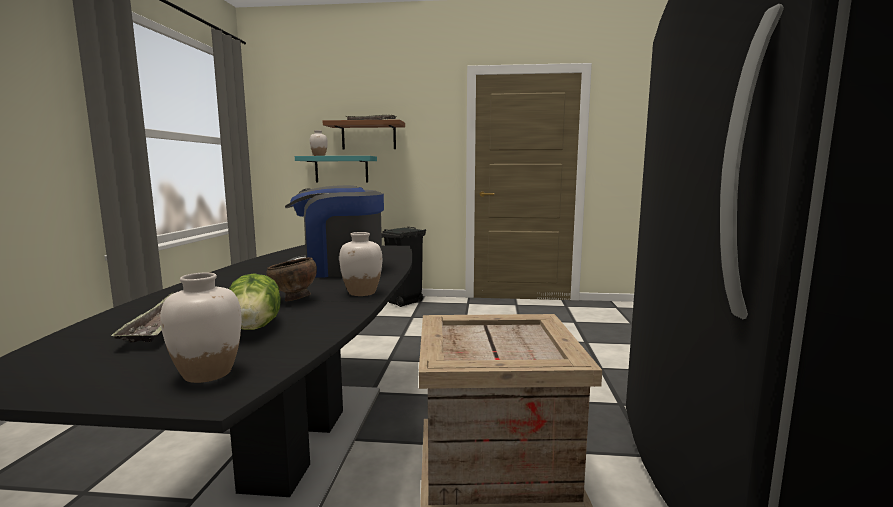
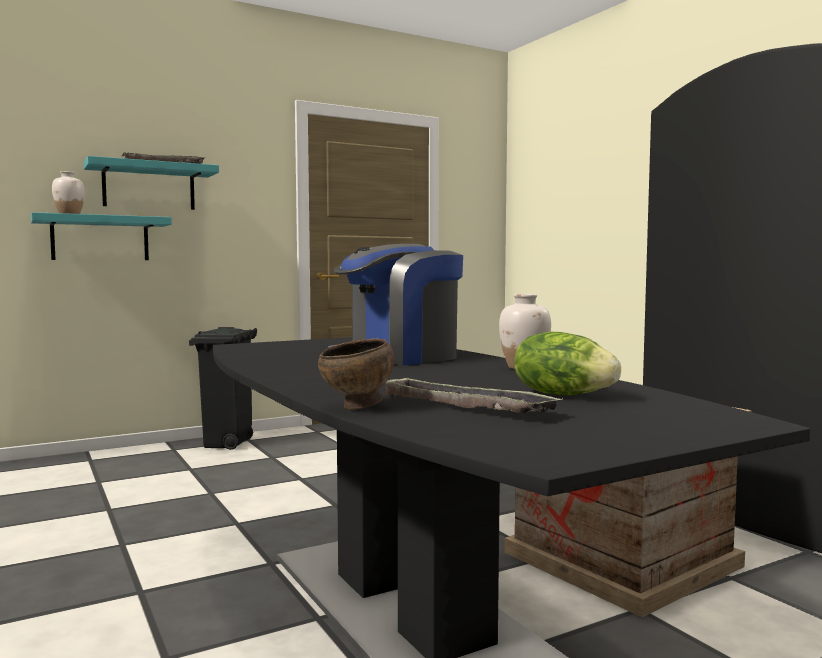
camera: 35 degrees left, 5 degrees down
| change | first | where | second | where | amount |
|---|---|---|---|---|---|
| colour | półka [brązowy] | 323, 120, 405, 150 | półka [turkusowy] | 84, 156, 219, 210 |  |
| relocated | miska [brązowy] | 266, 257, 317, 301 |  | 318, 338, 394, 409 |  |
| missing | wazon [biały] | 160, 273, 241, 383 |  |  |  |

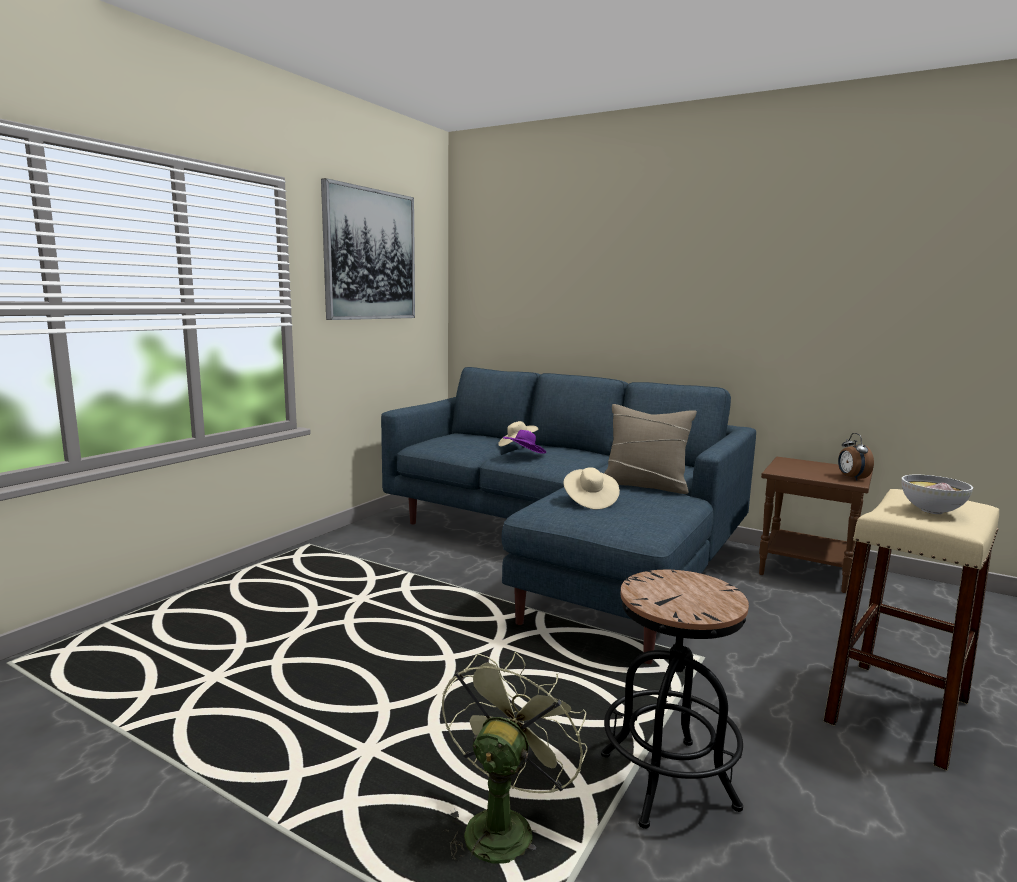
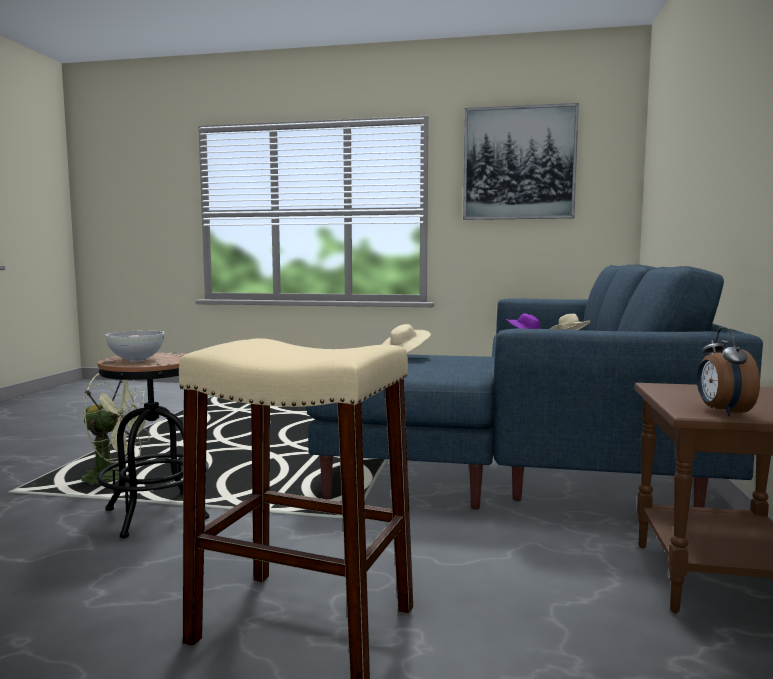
camera: 70 degrees right, 5 degrees down
| change | first | where | second | where | amount |
|---|---|---|---|---|---|
| relocated | miska | 901, 475, 973, 514 |  | 105, 330, 164, 362 |  |
| spun | budzik | 838, 433, 874, 481 |  | 697, 327, 760, 416 | 60 degrees counterclockwise |
| missing | poduszka [beżowy] | 604, 404, 697, 494 |  |  |  |

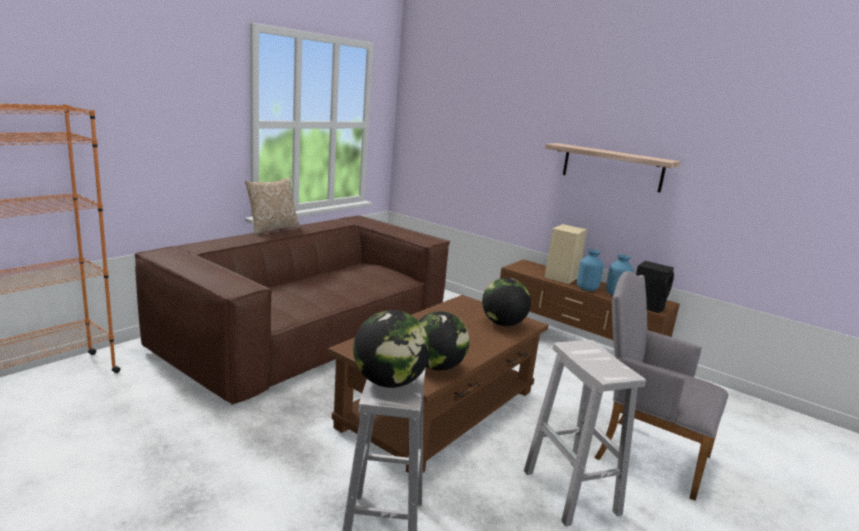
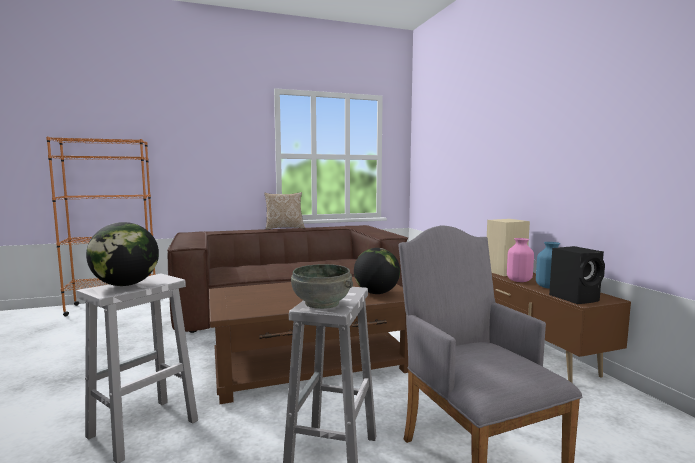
camera: 35 degrees right, 10 degrees down
| change | first | where | second | where | amount |
|---|---|---|---|---|---|
| appeared |  |  | miska [szary] | 291, 264, 353, 309 |  |
| colour | wazon [niebieski] | 577, 249, 603, 291 | wazon [różowy] | 507, 238, 534, 282 |  |
| missing | globus | 419, 311, 470, 371 |  |  |  |
| missing | półka | 545, 143, 681, 193 |  |  |  |

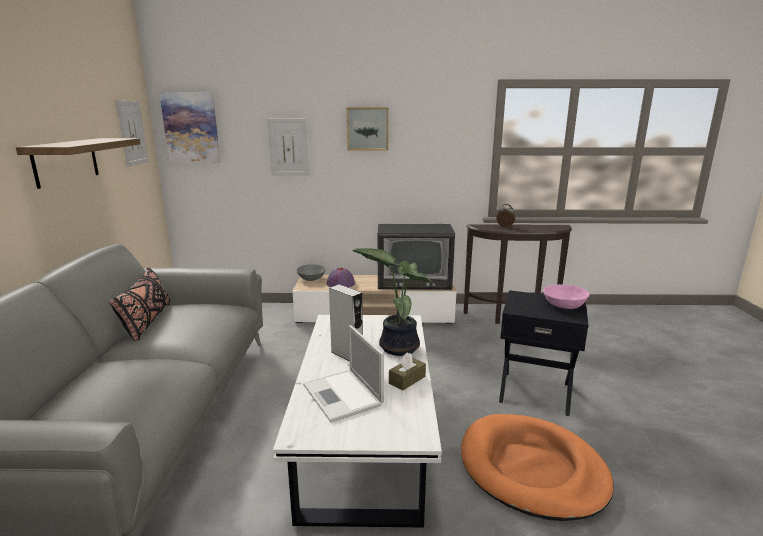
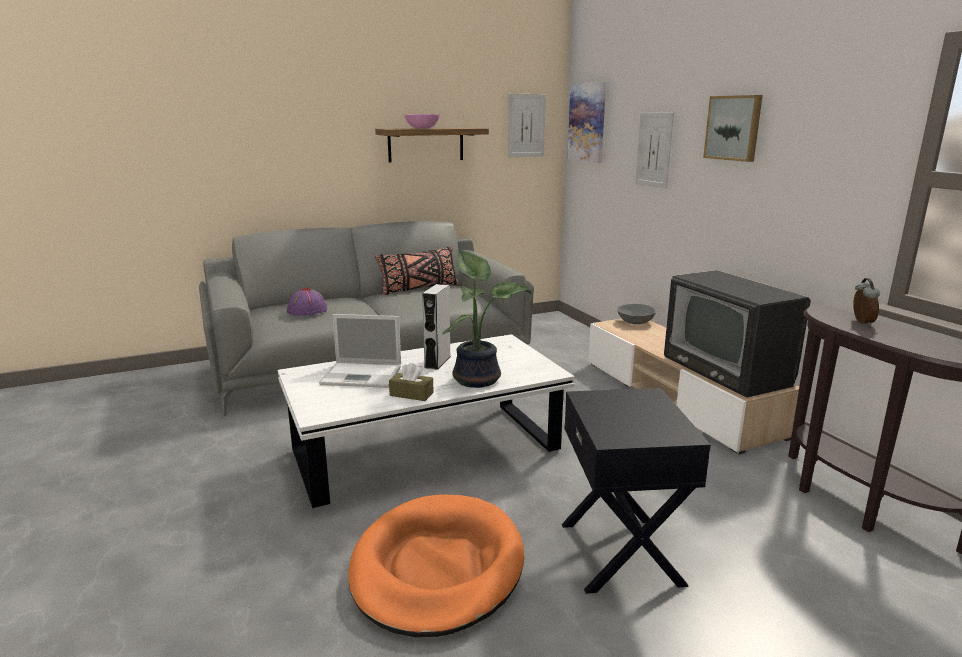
camera: 65 degrees right, 0 degrees up
| change | first | where | second | where | amount |
|---|---|---|---|---|---|
| relocated | kapelusz [fioletowy] | 327, 268, 355, 288 |  | 287, 288, 327, 316 |  |
| spun | laptop | 303, 325, 384, 423 |  | 319, 314, 401, 388 | 120 degrees counterclockwise |
| relocated | miska [różowy] | 543, 284, 589, 309 |  | 404, 114, 440, 129 |  |

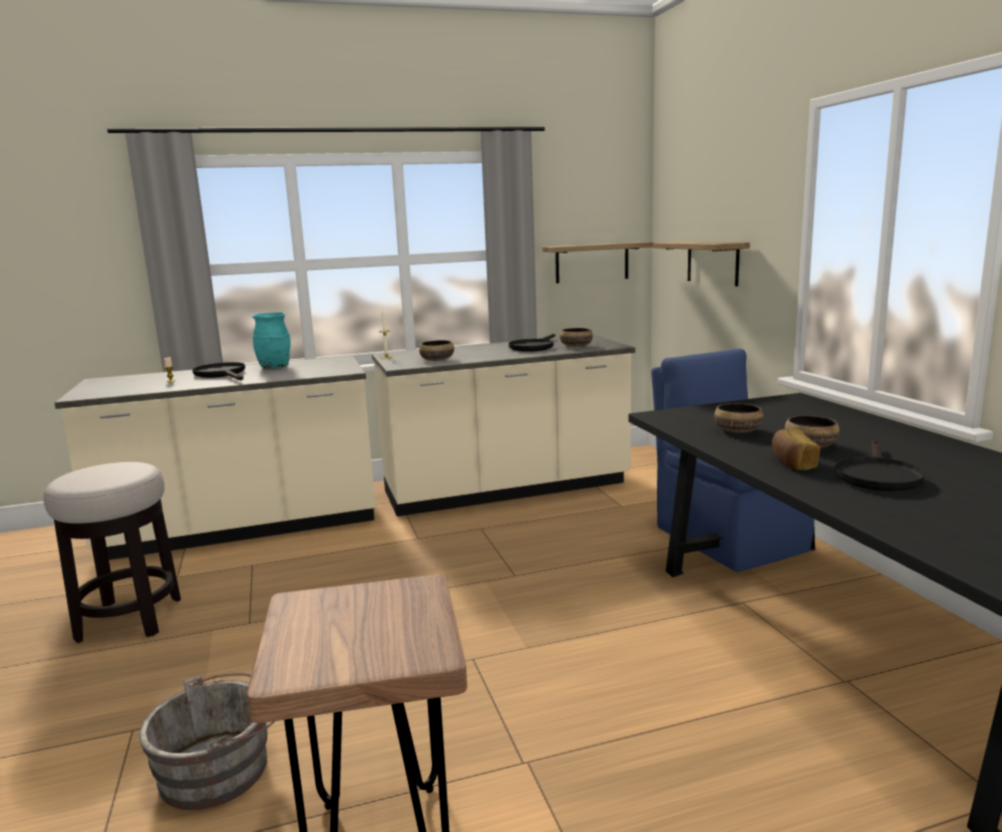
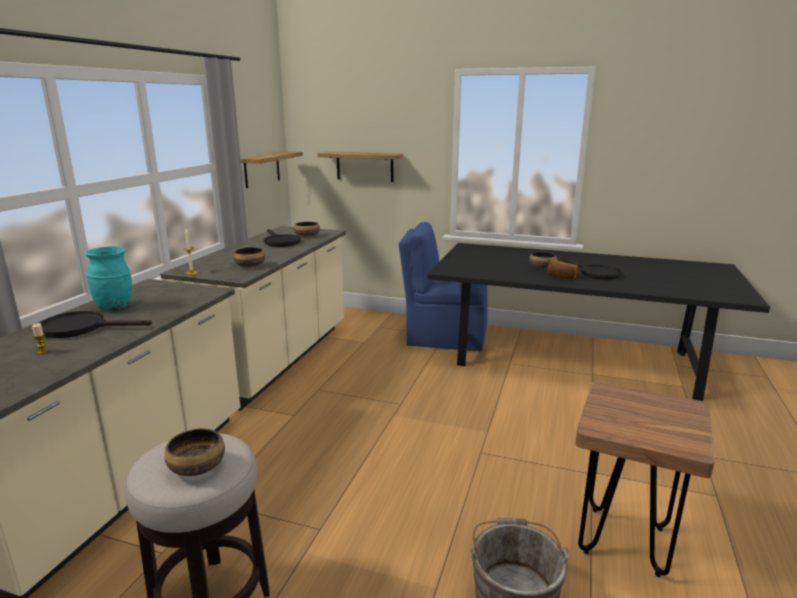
camera: 55 degrees left, 5 degrees up
| change | first | where | second | where | amount |
|---|---|---|---|---|---|
| relocated | miska | 714, 403, 764, 433 |  | 164, 428, 225, 476 |  |

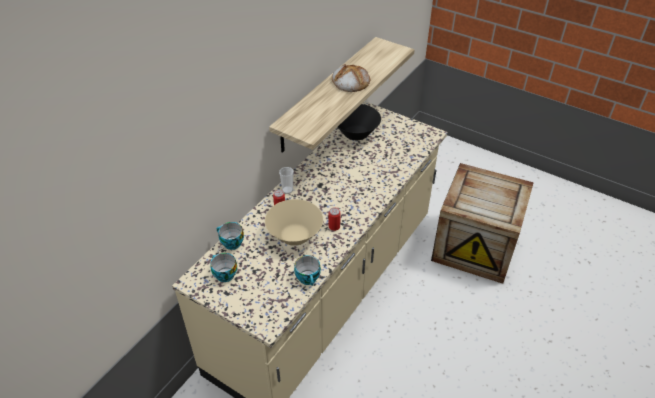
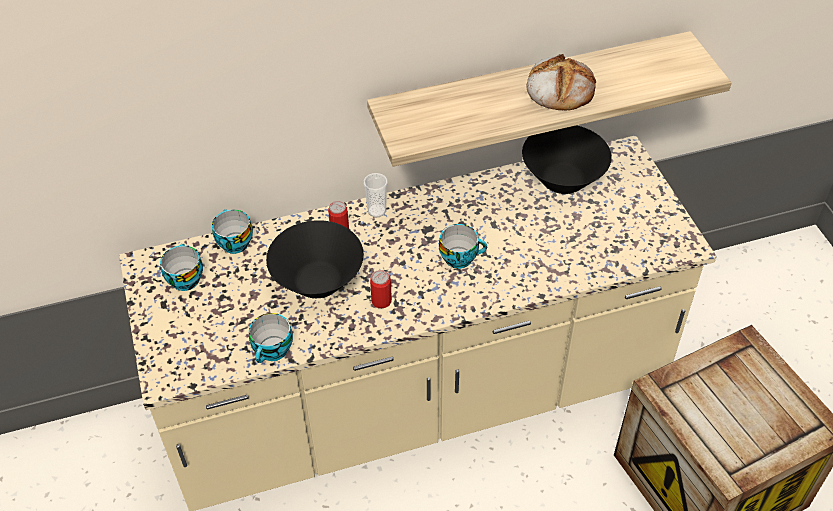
camera: 40 degrees right, 5 degrees up
| change | first | where | second | where | amount |
|---|---|---|---|---|---|
| colour | miska [beżowy] | 265, 199, 323, 246 | miska [czarny] | 266, 220, 363, 298 |  |
| appeared |  |  | filiżanka | 439, 224, 487, 269 |  |

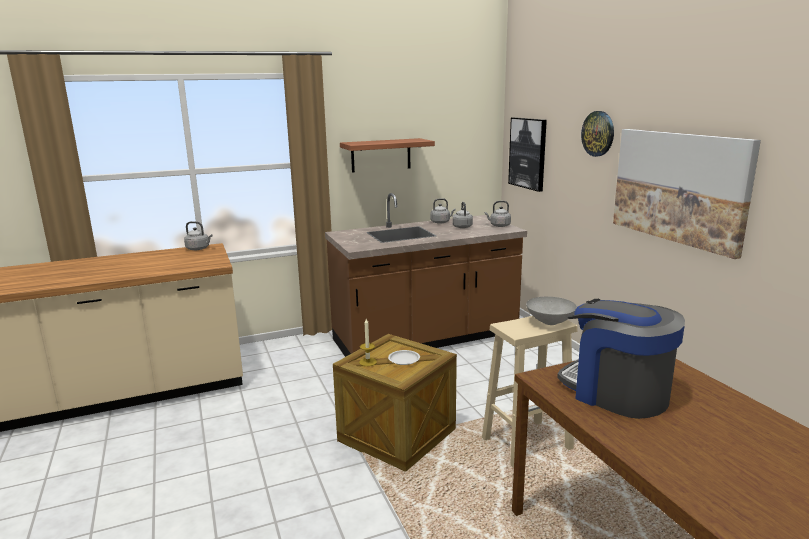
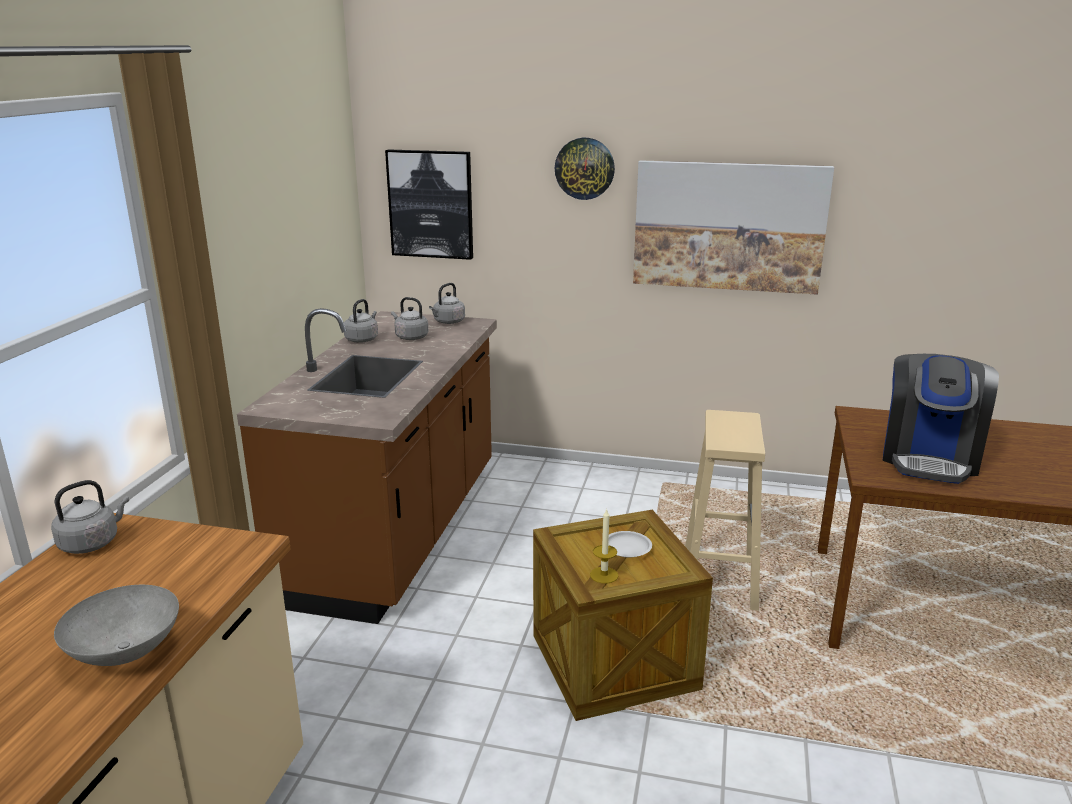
camera: 55 degrees left, 5 degrees up
| change | first | where | second | where | amount |
|---|---|---|---|---|---|
| relocated | miska [szary] | 526, 296, 577, 325 |  | 54, 585, 179, 666 |  |
| spun | ekspres do kawy | 557, 299, 685, 419 |  | 883, 354, 999, 484 | 60 degrees counterclockwise |
| missing | półka | 340, 138, 435, 173 |  |  |  |

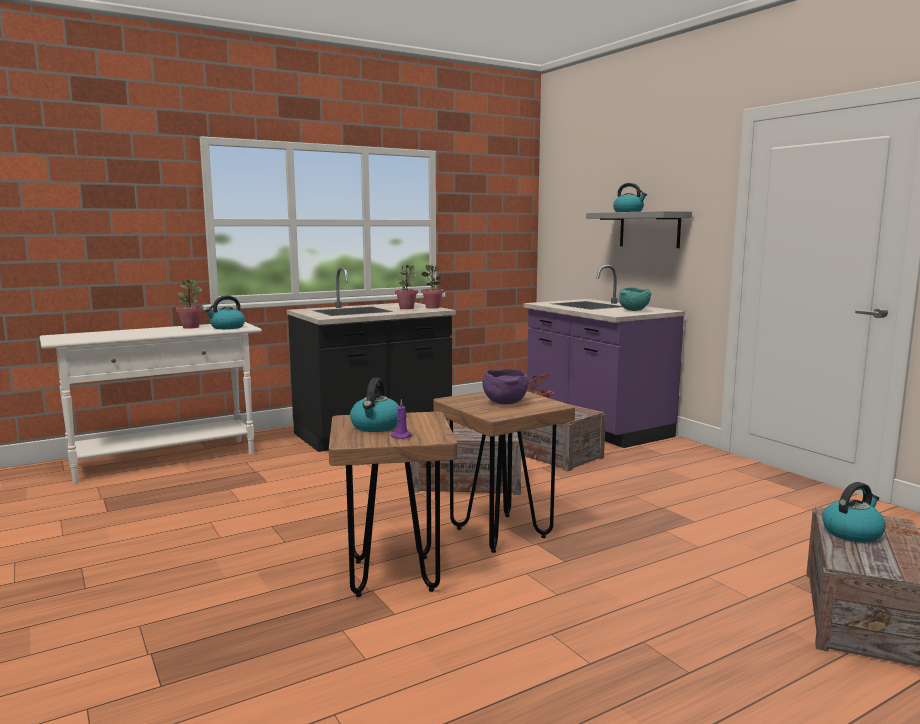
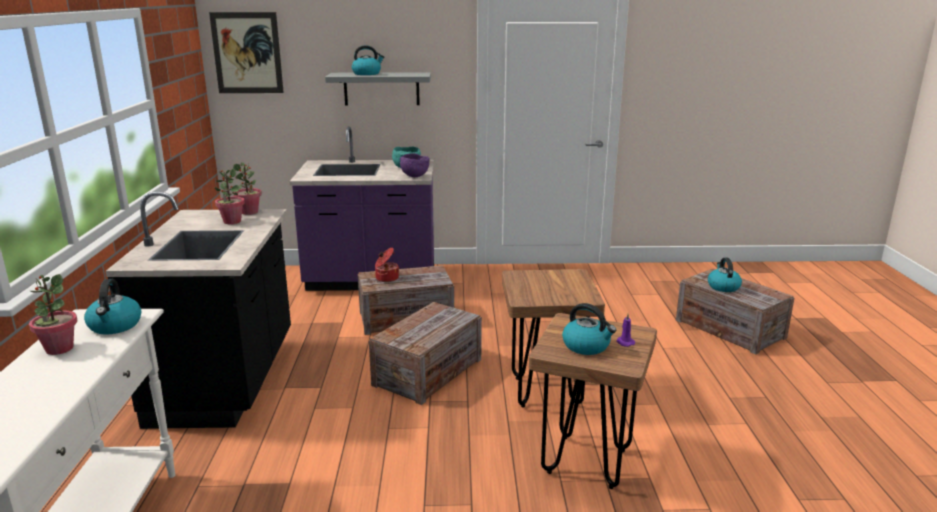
camera: 60 degrees left, 10 degrees up
| change | first | where | second | where | amount |
|---|---|---|---|---|---|
| appeared |  |  | obraz | 209, 12, 284, 93 |  |
| relocated | miska [fioletowy] | 483, 368, 528, 404 |  | 400, 153, 430, 177 |  |

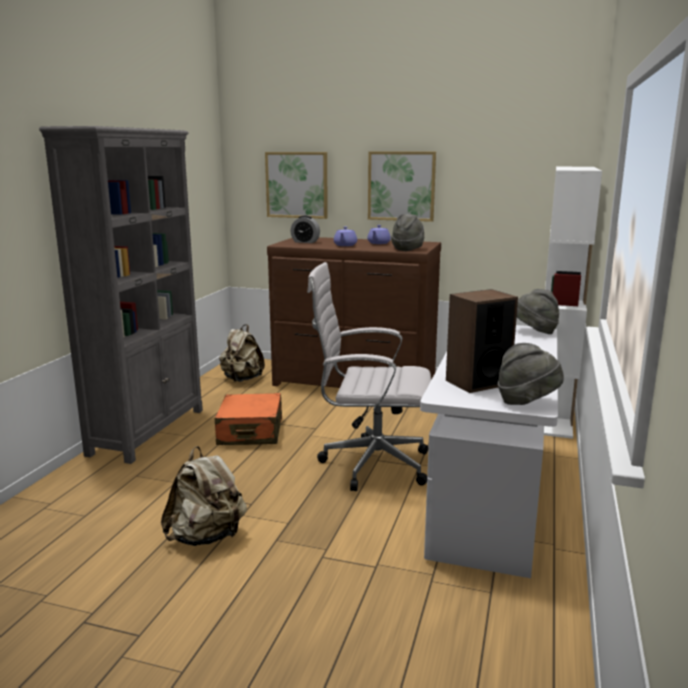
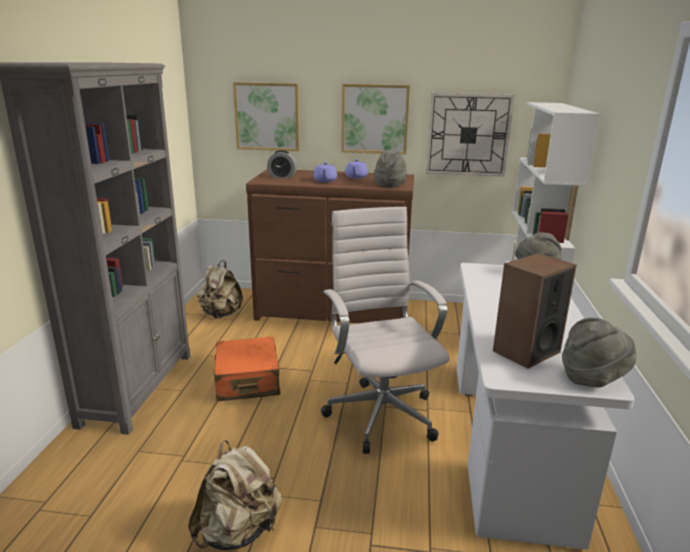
camera: 10 degrees left, 5 degrees up
| change | first | where | second | where | amount |
|---|---|---|---|---|---|
| spun | krzesło biurowe [biały] | 307, 262, 431, 491 |  | 321, 206, 450, 454 | 75 degrees clockwise |
| appeared |  |  | zegar ścienny | 426, 93, 514, 177 |  |

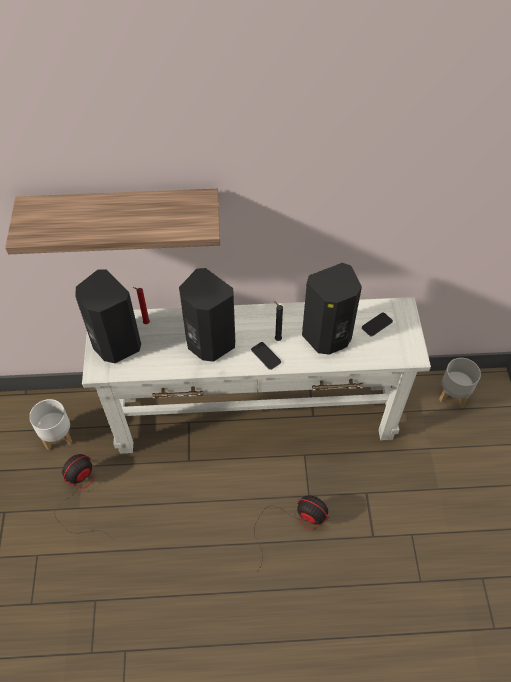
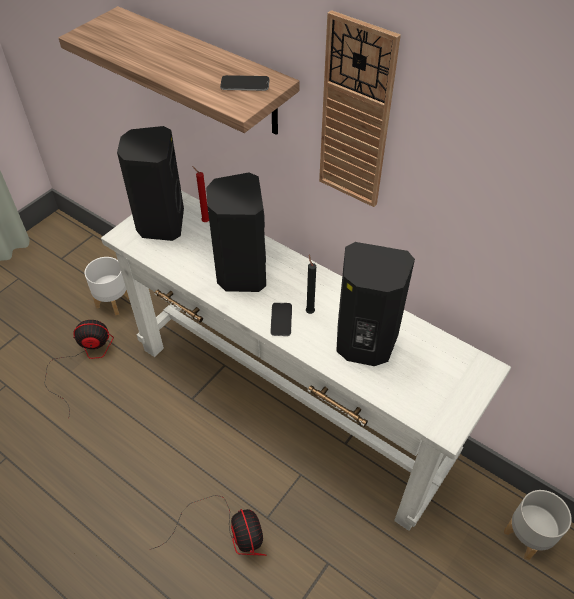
camera: 40 degrees right, 5 degrees down
| change | first | where | second | where | amount |
|---|---|---|---|---|---|
| relocated | telefon | 362, 312, 393, 337 |  | 220, 75, 270, 91 |  |
| appeared |  |  | zegar ścienny | 319, 10, 401, 207 |  |

